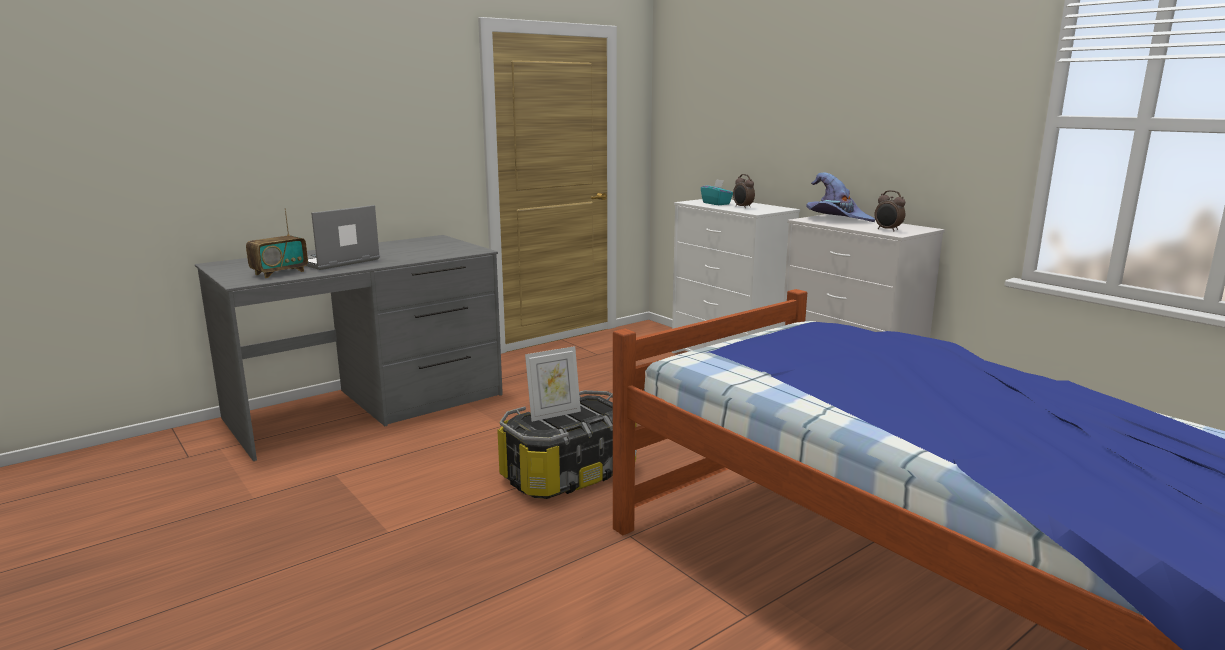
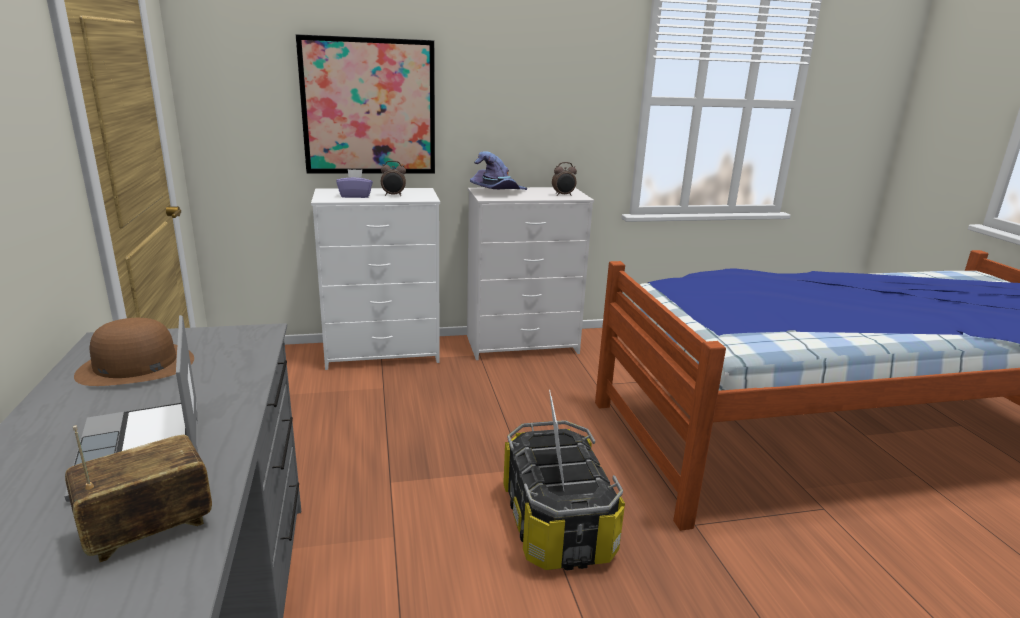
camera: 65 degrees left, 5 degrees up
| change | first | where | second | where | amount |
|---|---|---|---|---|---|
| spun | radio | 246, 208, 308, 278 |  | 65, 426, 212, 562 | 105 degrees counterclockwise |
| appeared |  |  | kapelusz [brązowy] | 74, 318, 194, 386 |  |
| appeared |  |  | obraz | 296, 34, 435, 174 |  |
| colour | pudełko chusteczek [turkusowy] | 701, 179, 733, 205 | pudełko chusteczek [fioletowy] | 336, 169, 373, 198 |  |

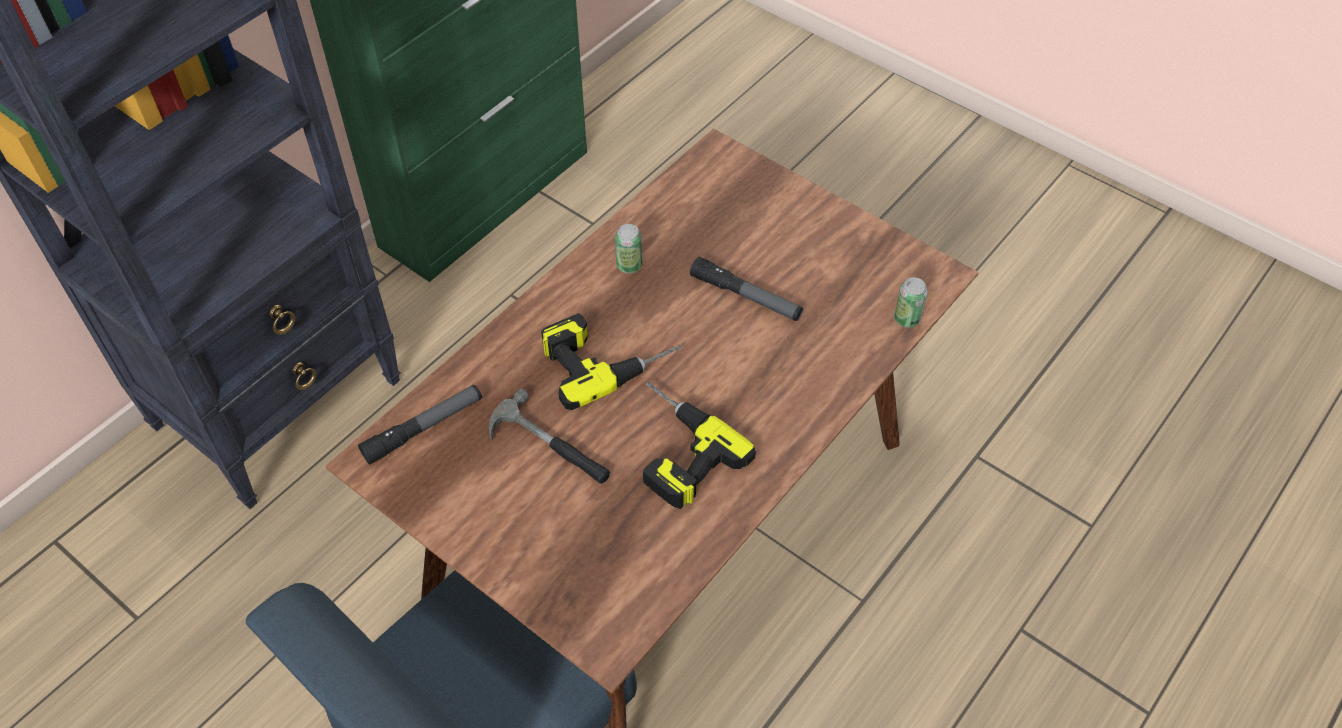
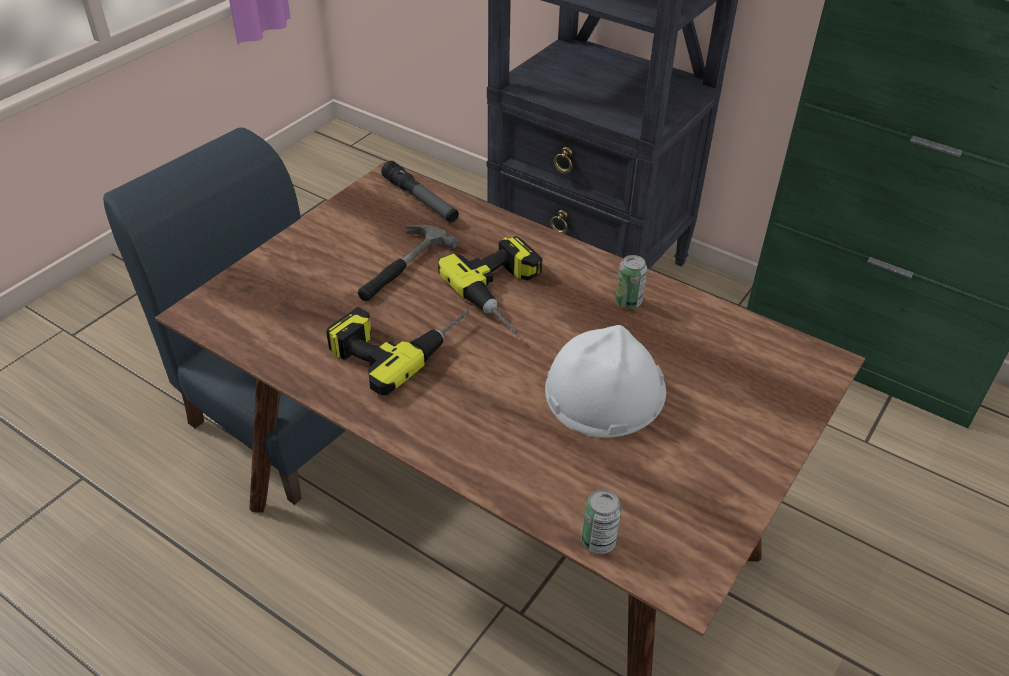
camera: 85 degrees right, 10 degrees down
| change | first | where | second | where | amount |
|---|---|---|---|---|---|
| exchanged | latarka | 690, 257, 803, 321 | kask [biały] | 545, 325, 666, 438 |  |

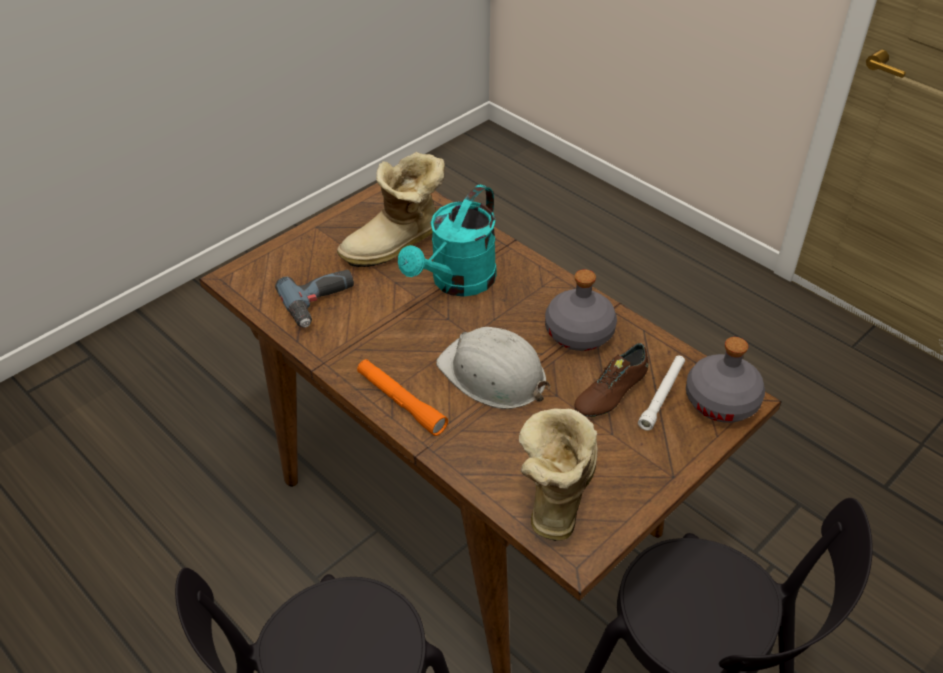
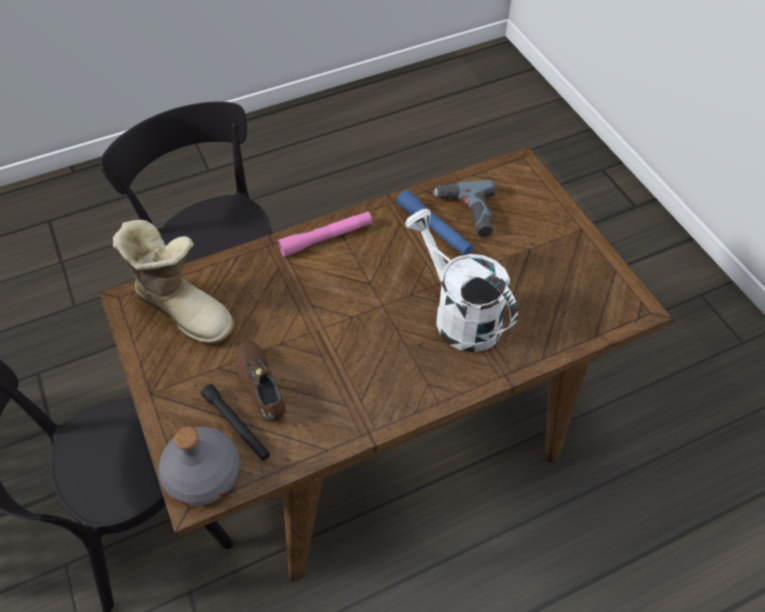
camera: 110 degrees right, 10 degrees up
| change | first | where | second | where | amount |
|---|---|---|---|---|---|
| colour | latarka [biały] | 638, 355, 685, 431 | latarka [czarny] | 201, 384, 270, 460 |  |
| colour | latarka [pomarańczowy] | 357, 359, 448, 436 | latarka [różowy] | 278, 211, 372, 257 |  |
| appeared |  |  | latarka [niebieski] | 397, 190, 473, 255 |  |
| colour | konewka [turkusowy] | 398, 185, 497, 297 | konewka [biały] | 405, 209, 518, 352 |  |
| missing | but z cholewką | 337, 152, 445, 267 |  |  |  |
| missing | kask [biały] | 436, 327, 551, 409 |  |  |  |
| missing | butelka [szary] | 545, 270, 617, 351 |  |  |  |

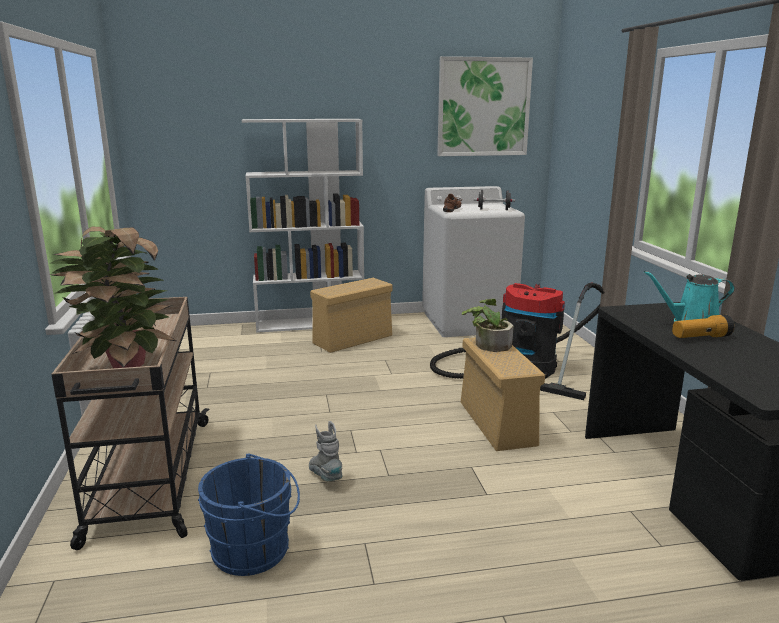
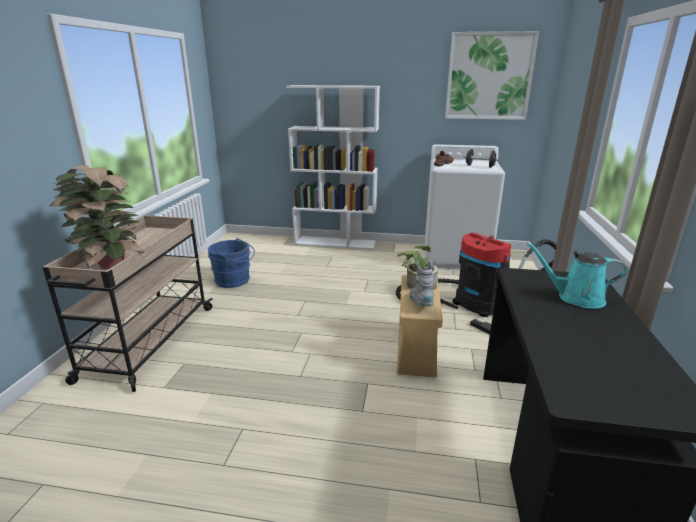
camera: 20 degrees right, 5 degrees up
| change | first | where | second | where | amount |
|---|---|---|---|---|---|
| relocated | wiadro [niebieski] | 198, 453, 300, 576 |  | 208, 238, 255, 288 |  |
| relocated | but z cholewką [szary] | 309, 421, 343, 481 |  | 409, 260, 434, 306 |  |
| missing | pojemnik do przechowywania [beżowy] | 310, 278, 392, 353 |  |  |  |
| missing | latarka | 672, 315, 734, 338 |  |  |  |

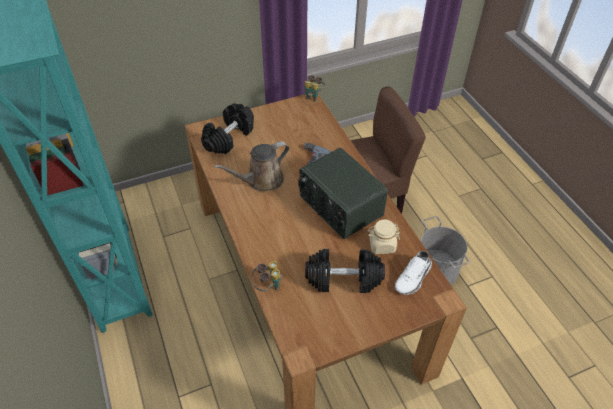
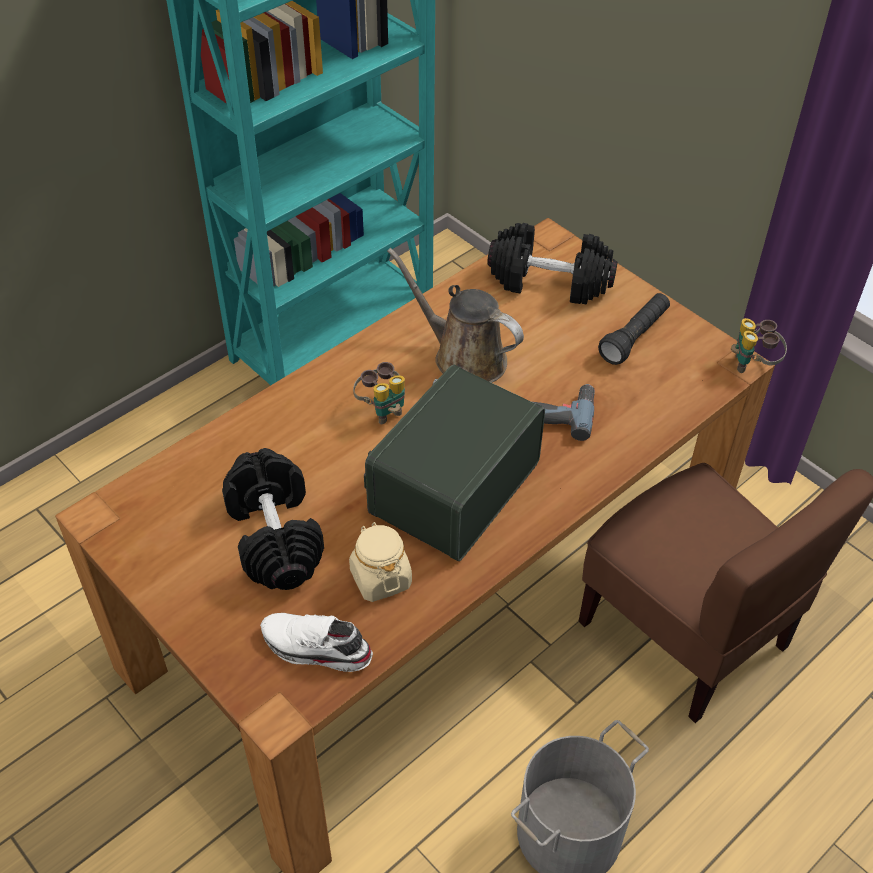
camera: 70 degrees right, 0 degrees up
| change | first | where | second | where | amount |
|---|---|---|---|---|---|
| relocated | lornetka | 251, 261, 283, 291 |  | 353, 362, 405, 424 |  |
| appeared |  |  | latarka [czarny] | 598, 293, 670, 365 |  |

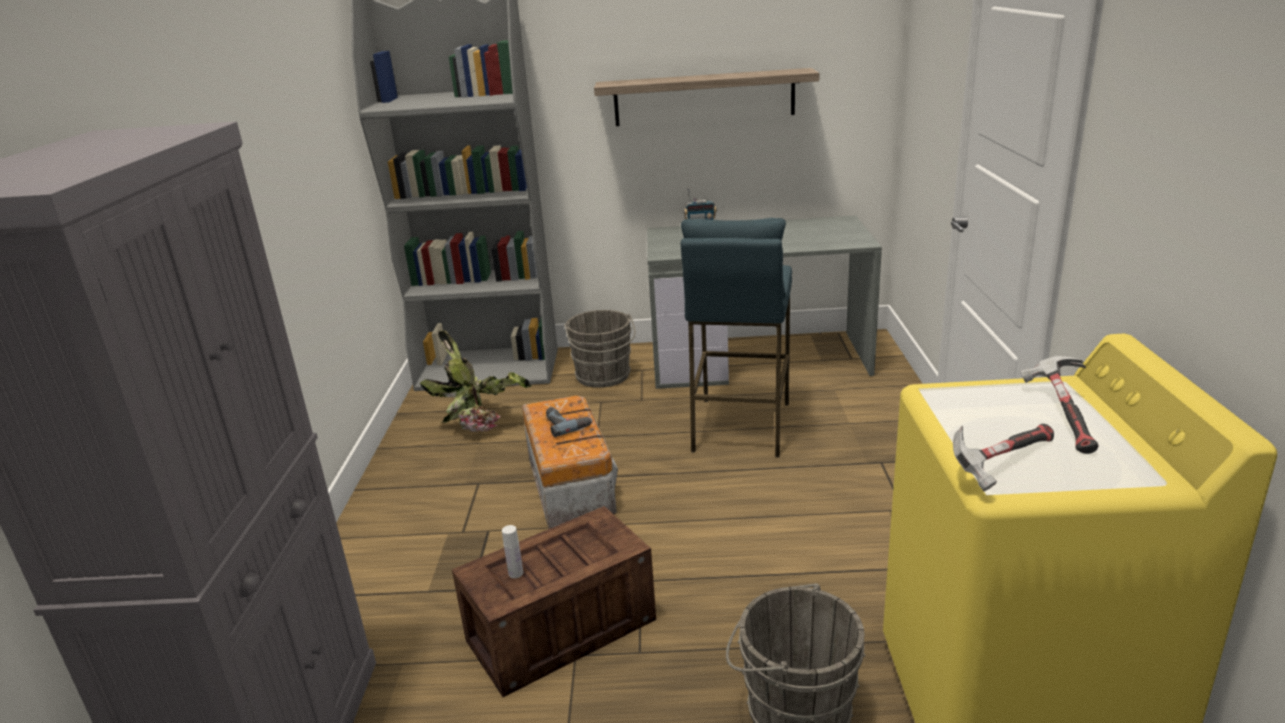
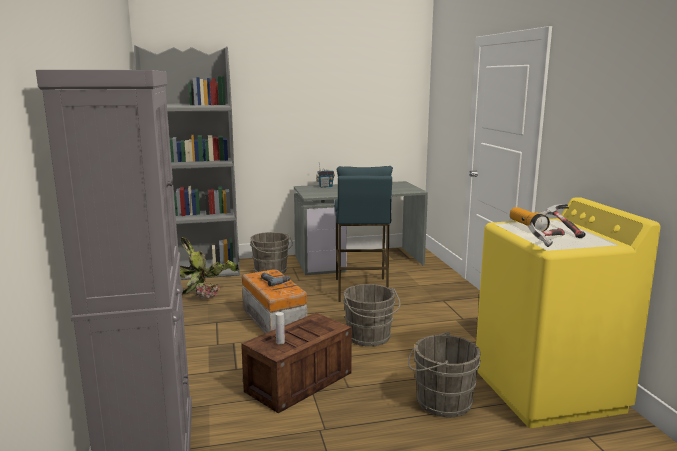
camera: 15 degrees left, 10 degrees down
| change | first | where | second | where | amount |
|---|---|---|---|---|---|
| appeared |  |  | wiadro [szary] | 343, 284, 400, 347 |  |
| appeared |  |  | latarka | 510, 207, 550, 231 |  |
| missing | półka | 594, 68, 819, 126 |  |  |  |

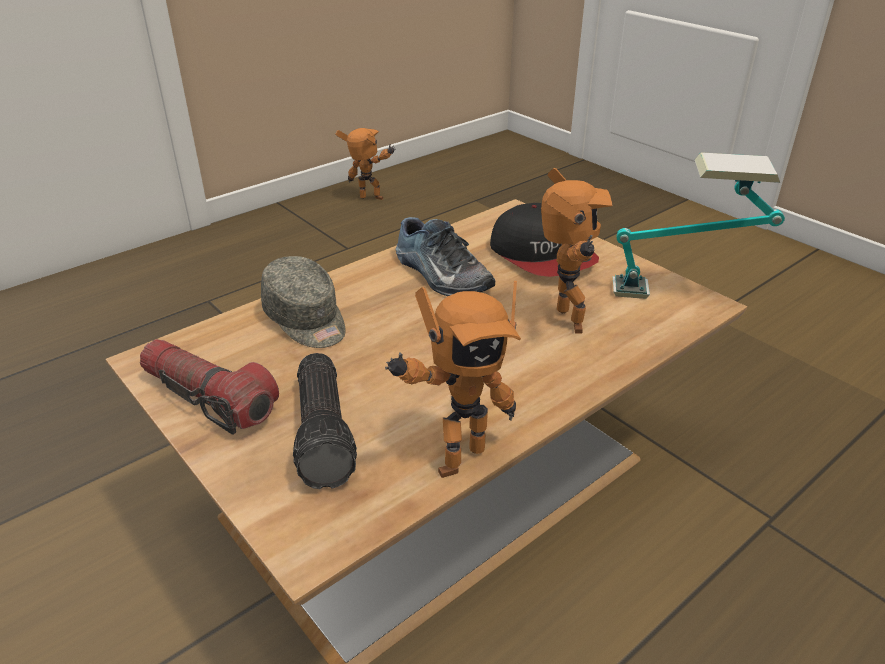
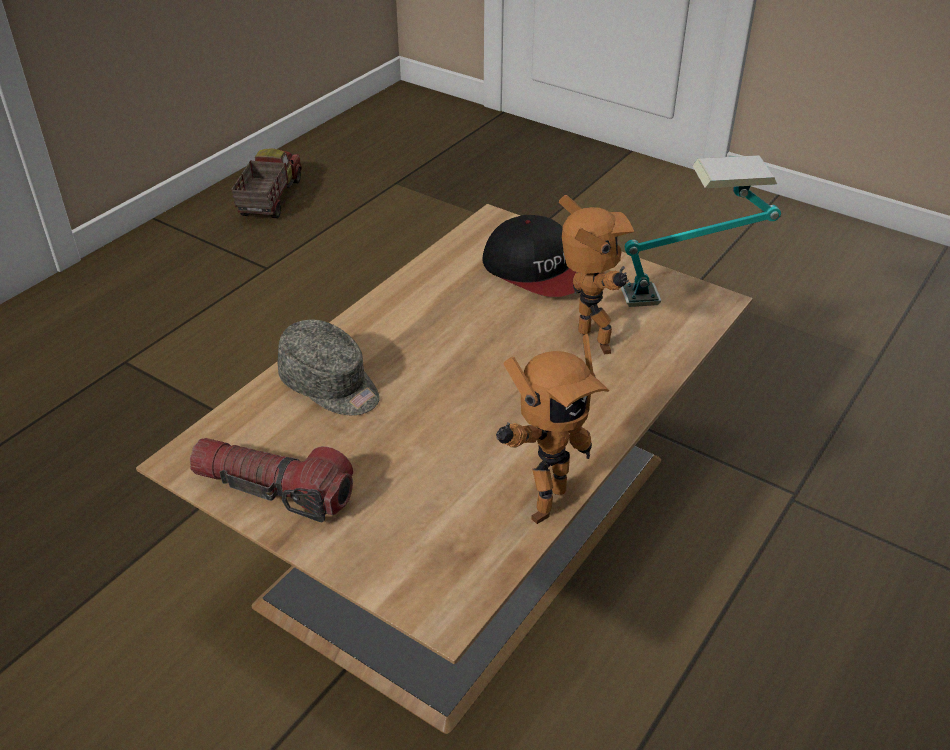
camera: 15 degrees left, 5 degrees up
| change | first | where | second | where | amount |
|---|---|---|---|---|---|
| exchanged | robot zabawkowy | 336, 128, 396, 200 | ciężarówka zabawkowa | 231, 148, 302, 218 |  |
| missing | latarka | 293, 353, 357, 489 |  |  |  |
| missing | but | 396, 217, 495, 296 |  |  |  |

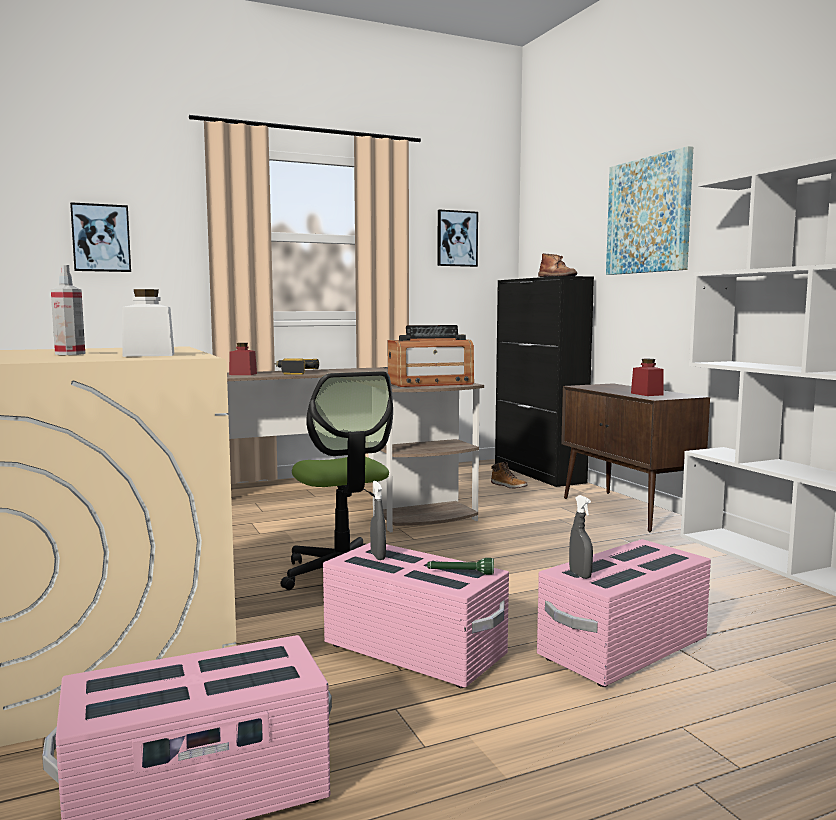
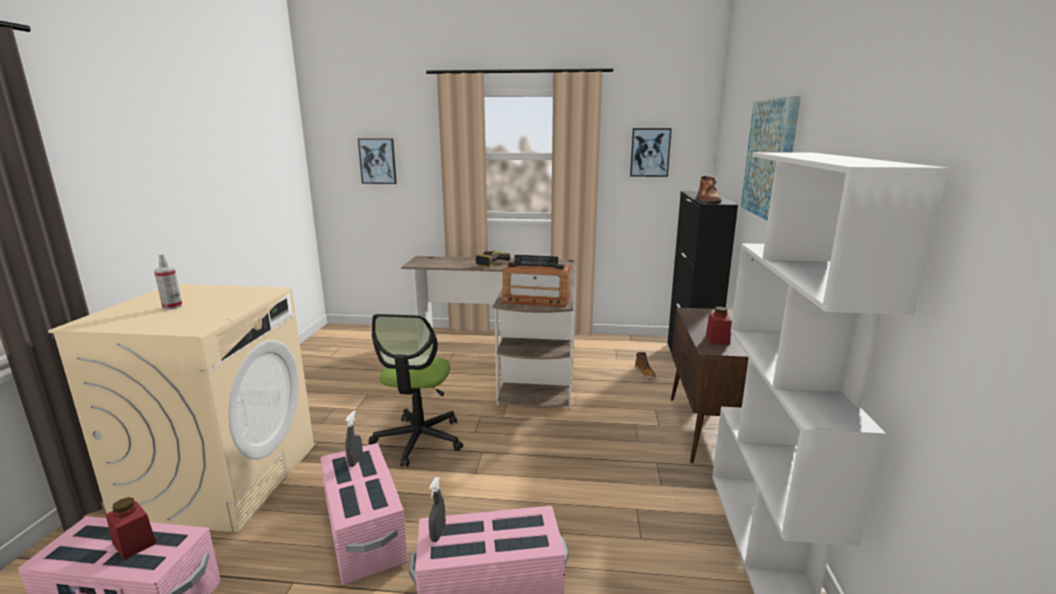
camera: 30 degrees right, 10 degrees up
| change | first | where | second | where | amount |
|---|---|---|---|---|---|
| relocated | słoik [czerwony] | 229, 343, 257, 375 |  | 106, 497, 157, 560 |  |
| missing | słoik [biały] | 122, 289, 174, 357 |  |  |  |
| missing | latarka [zielony] | 428, 558, 494, 575 |  |  |  |

